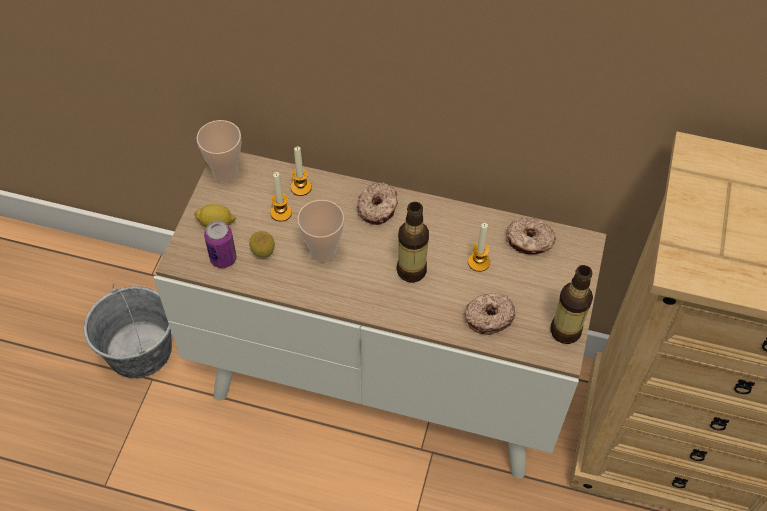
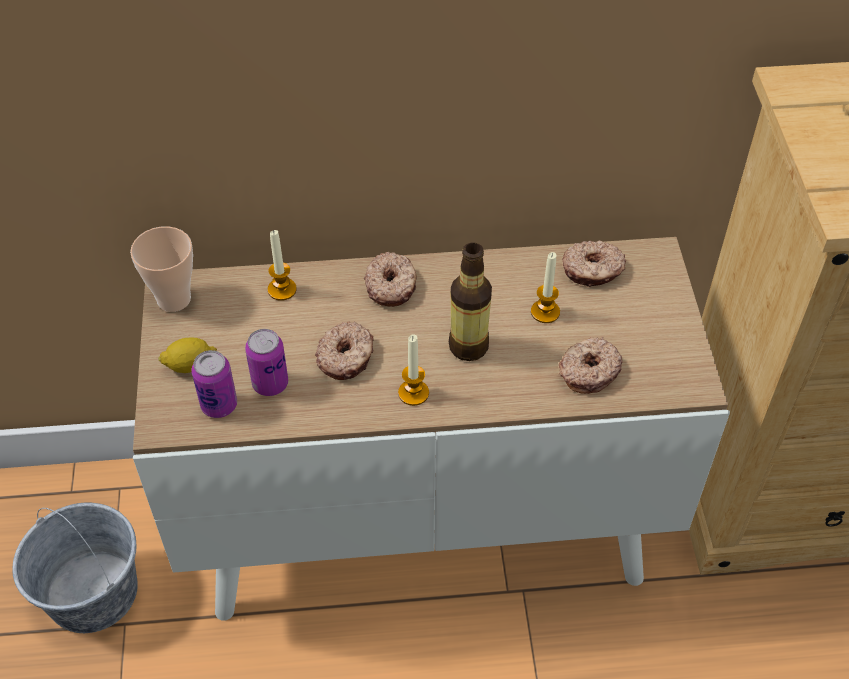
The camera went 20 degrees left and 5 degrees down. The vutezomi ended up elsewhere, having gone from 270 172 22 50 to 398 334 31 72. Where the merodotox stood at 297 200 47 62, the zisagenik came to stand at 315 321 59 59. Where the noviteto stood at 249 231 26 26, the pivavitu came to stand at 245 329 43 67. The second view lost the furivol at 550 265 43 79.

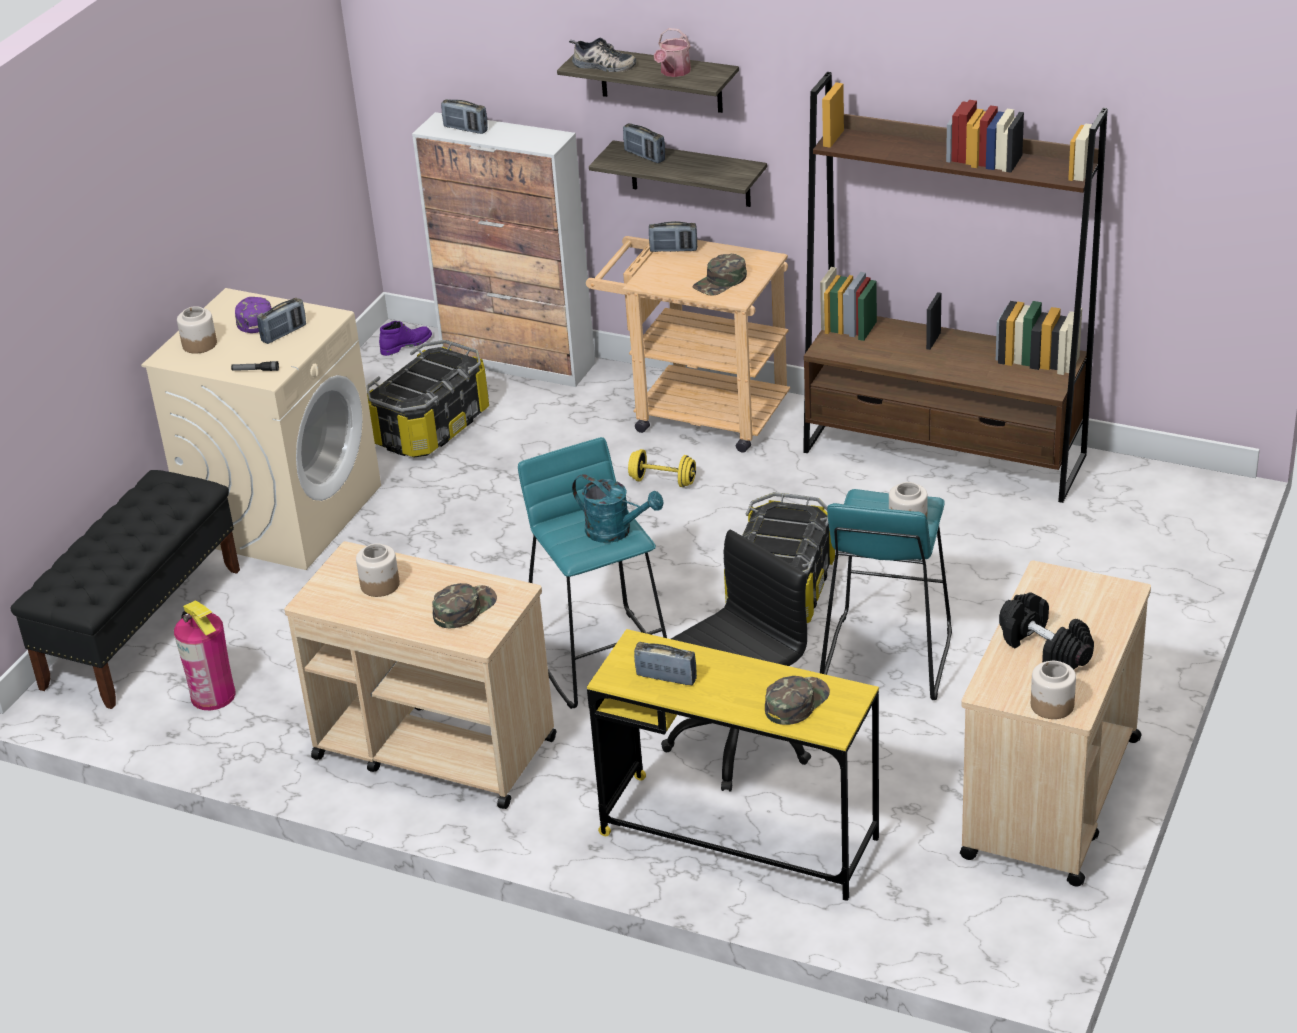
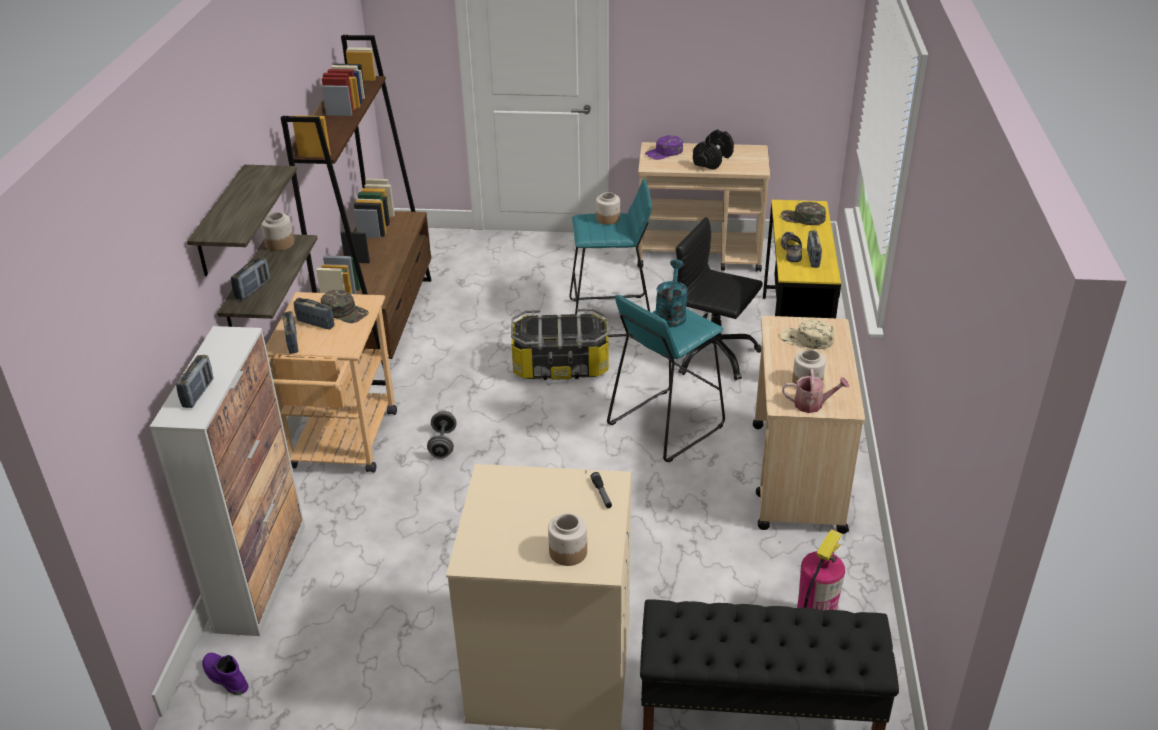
The camera went 110 degrees left and 0 degrees up. The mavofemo ended up elsewhere, having gone from 654 28 37 49 to 782 369 67 44. The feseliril ended up elsewhere, having gone from 569 38 67 34 to 781 232 21 30. The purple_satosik ended up elsewhere, having gone from 235 297 37 36 to 645 135 38 25. The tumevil ended up elsewhere, having gone from 257 298 49 46 to 294 298 41 32. The second view lost the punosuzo at 366 340 123 117. What was the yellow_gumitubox at 628 449 68 38 turned into the grey_gumitubox at 427 411 30 48. What was the green_satosik at 432 583 65 45 turned into the beige_satosik at 781 320 53 29. The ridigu ended up elsewhere, having gone from 1031 661 45 58 to 261 212 33 39.

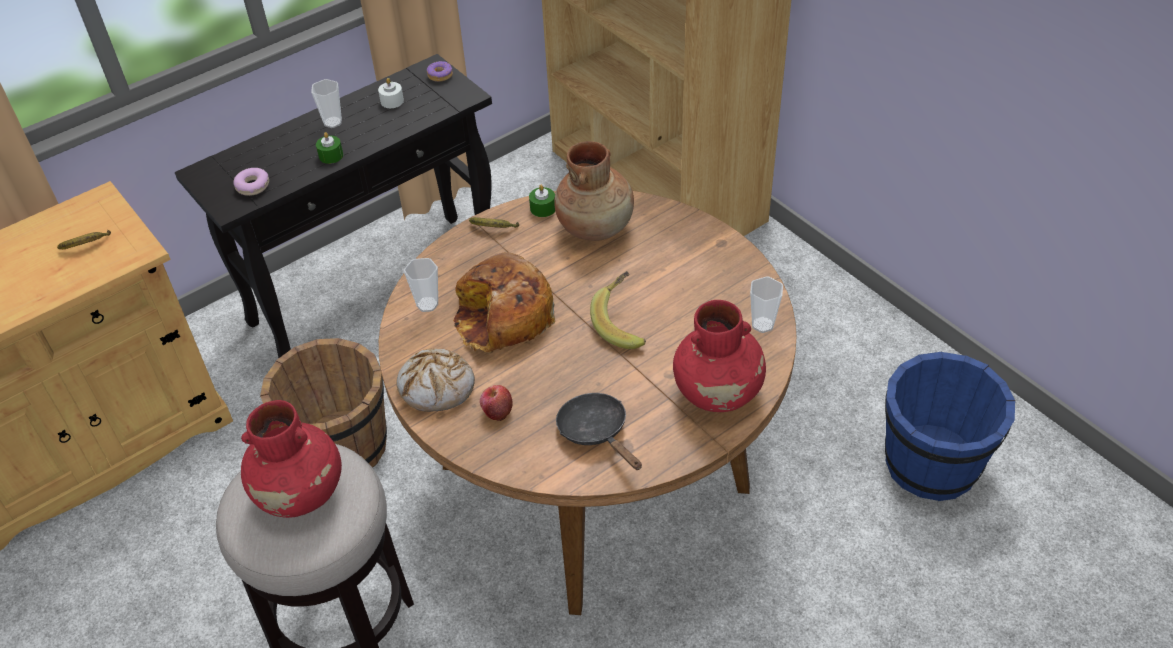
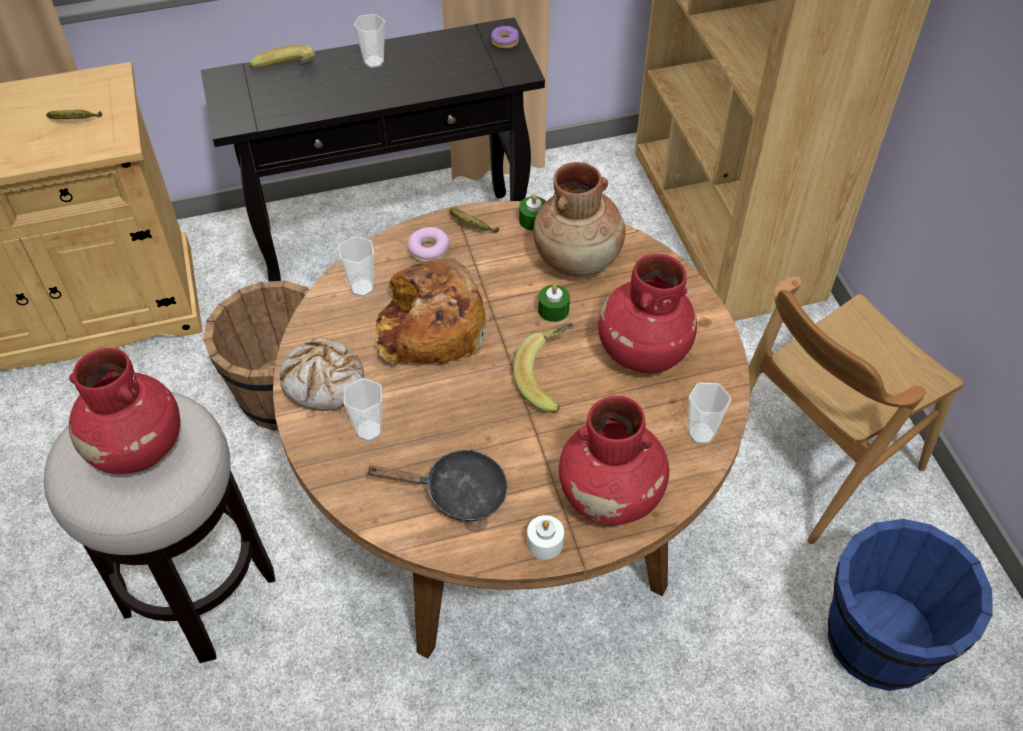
The camera went 20 degrees right and 5 degrees up. The white_vutezomi ended up elsewhere, having gone from 378 78 26 30 to 527 515 37 45. The green_vutezomi ended up elsewhere, having gone from 316 132 27 32 to 538 284 32 38. The zisagenik ended up elsewhere, having gone from 233 168 36 28 to 408 227 42 35. Where the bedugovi stood at 480 385 33 36, the merodotox came to stand at 344 378 38 64. The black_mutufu at 556 393 86 77 ended up facing another way, 105 degrees clockwise from before. The second view gained the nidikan at 249 45 66 23. The second view gained the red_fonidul at 598 254 99 119. The second view gained the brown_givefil at 748 276 216 268.

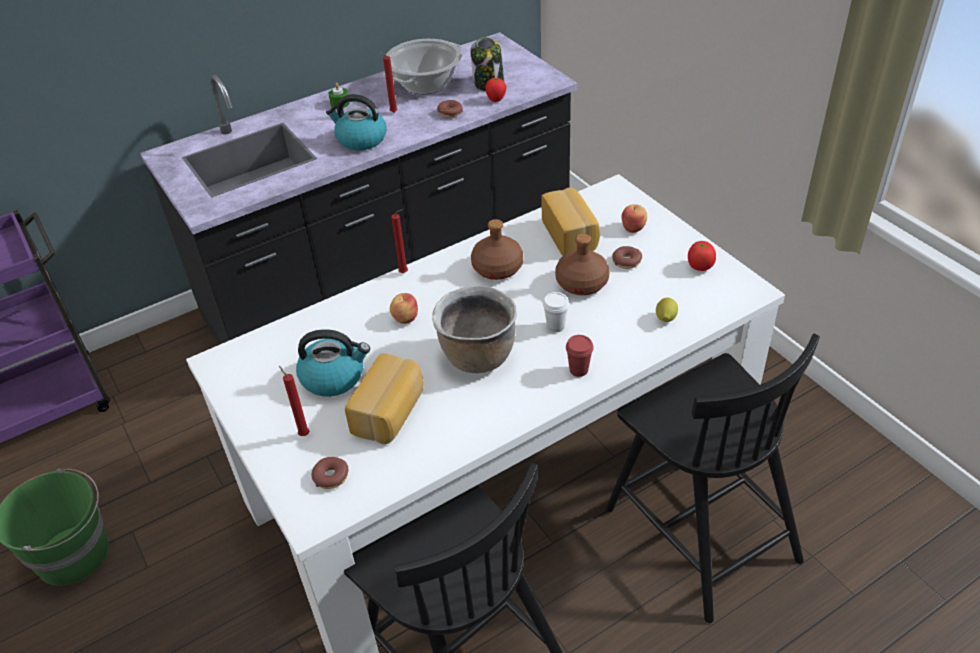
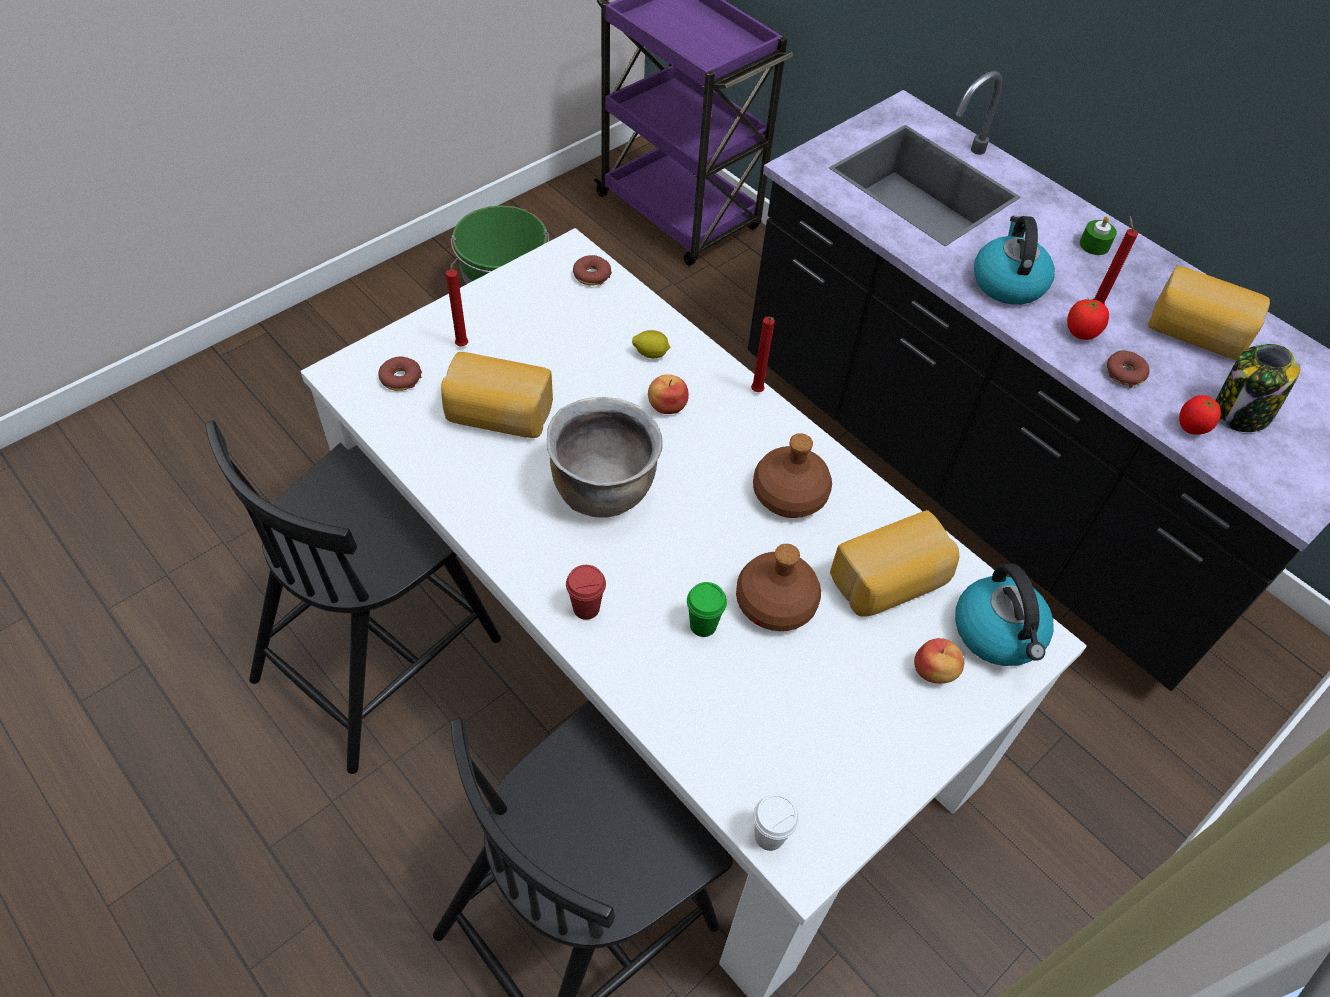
The camera went 75 degrees right and 10 degrees up. Where the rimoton stood at 383 39 79 55, the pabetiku came to stand at 1148 266 122 94. The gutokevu ended up elsewhere, having gone from 688 241 28 30 to 1067 298 42 42. The zisagenik ended up elsewhere, having gone from 612 246 30 23 to 573 255 39 31. The white_merodotox ended up elsewhere, having gone from 543 292 26 40 to 753 794 46 57. The noviteto ended up elsewhere, having gone from 656 298 22 24 to 632 330 38 28. The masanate ended up elsewhere, having gone from 296 329 74 68 to 955 563 99 103. The second view gained the green_merodotox at 687 582 40 55.

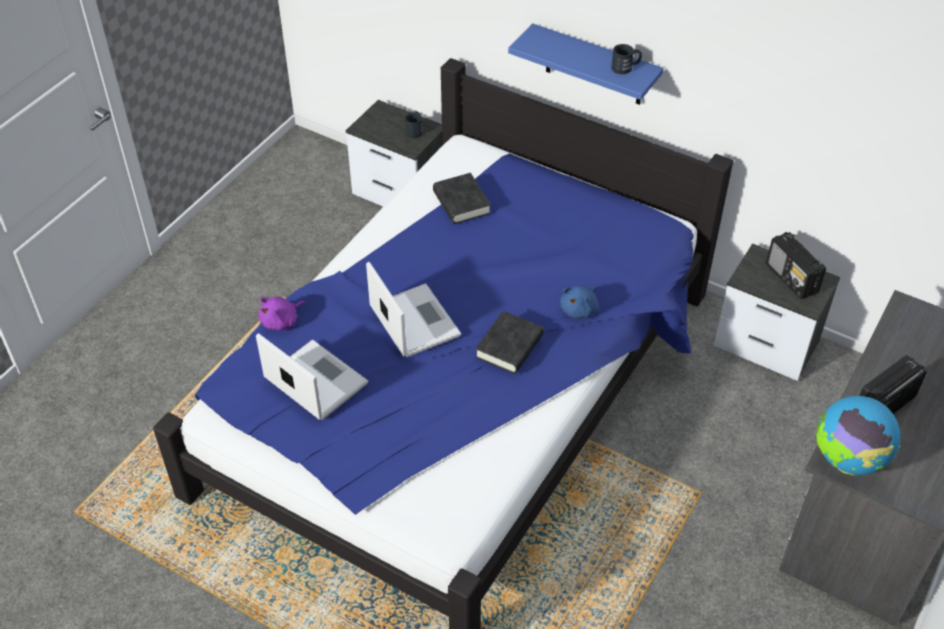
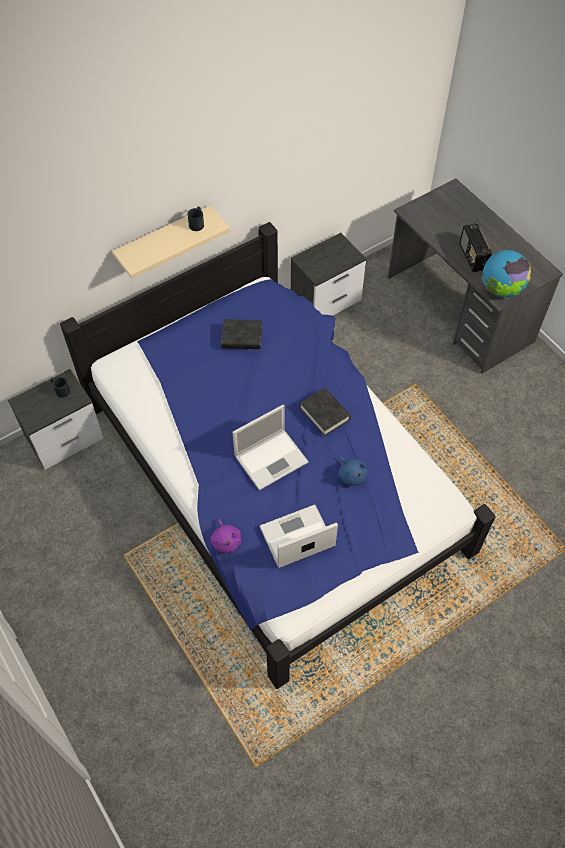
The camera went 65 degrees left and 10 degrees up. What was the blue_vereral at 508 23 156 82 turned into the beige_vereral at 112 206 118 73. The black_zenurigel ended up elsewhere, having gone from 433 173 58 51 to 221 319 41 30. The second view lost the tumevil at 766 232 60 67. The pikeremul at 366 262 95 95 ended up facing another way, 150 degrees clockwise from before. The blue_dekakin ended up elsewhere, having gone from 560 286 39 32 to 338 456 30 30.

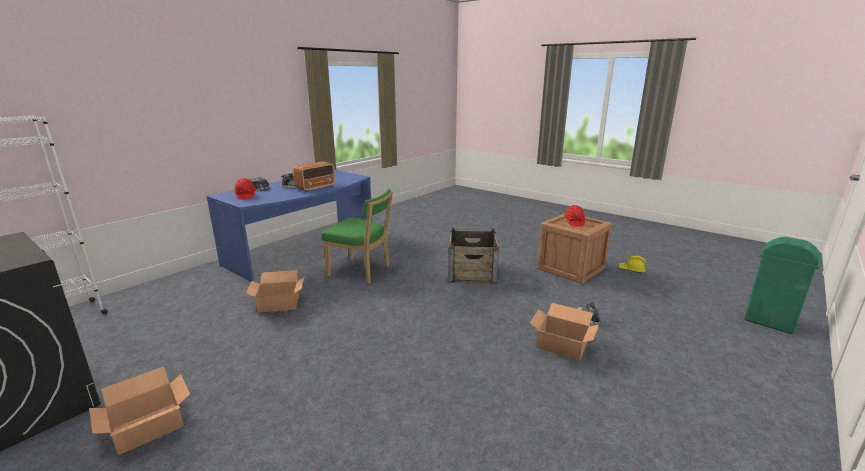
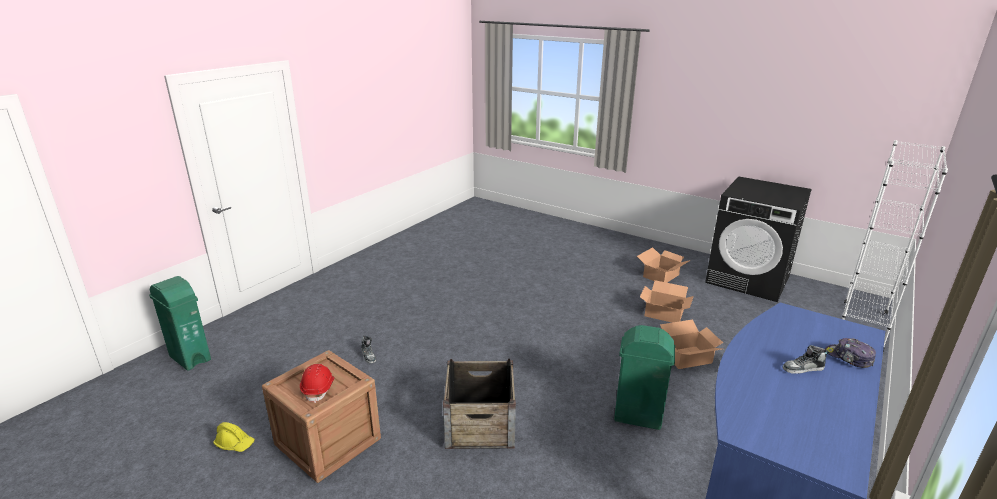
The camera went 175 degrees right and 5 degrees up. The second view lost the tumevil at 293 162 42 30. The second view lost the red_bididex at 234 178 22 22. Where the green_givefil stood at 322 188 71 96, the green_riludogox came to stand at 614 325 61 105. The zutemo ended up elsewhere, having gone from 530 303 69 58 to 640 280 54 43.

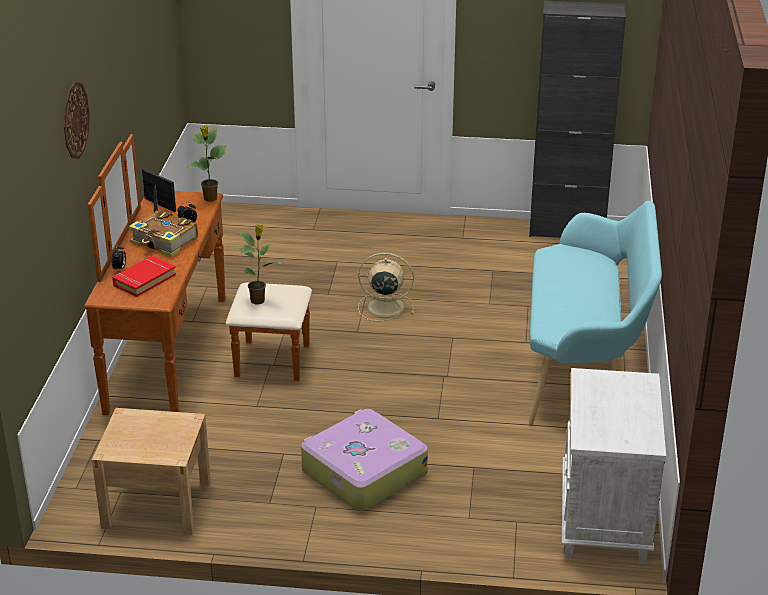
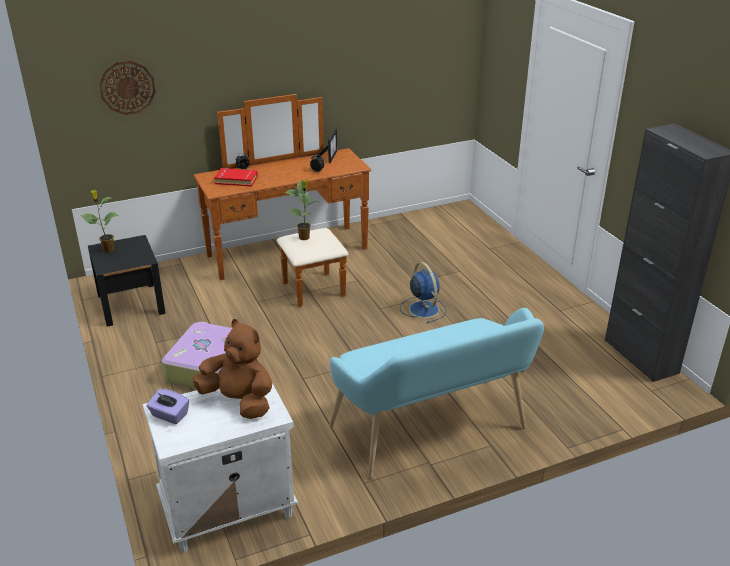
The camera went 60 degrees right and 0 degrees up. The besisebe ended up elsewhere, having gone from 64 81 26 78 to 99 61 57 54. The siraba ended up elsewhere, having gone from 188 126 39 76 to 81 190 38 63. The second view lost the zenurigel at 129 210 69 47. What was the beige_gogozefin at 358 252 56 70 turned into the blue_gogozefin at 400 262 47 62. What was the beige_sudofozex at 92 408 119 127 turned into the black_sudofozex at 88 235 78 92. The second view gained the brown_dekakin at 193 319 79 100. The second view gained the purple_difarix at 147 389 42 35.

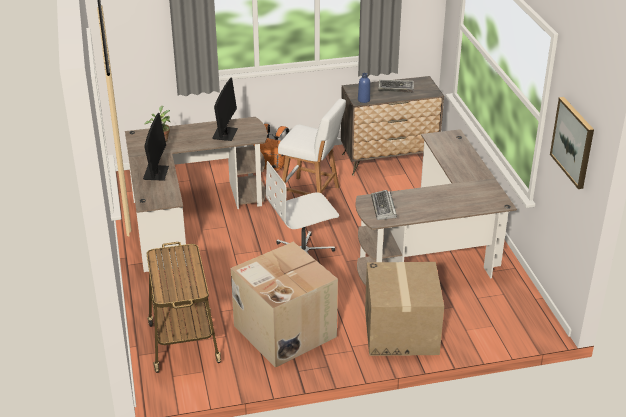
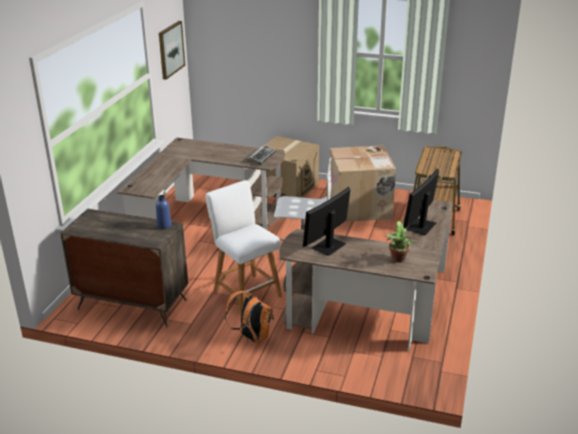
The camera went 150 degrees left and 5 degrees down. The second view lost the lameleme at 378 80 36 12.

